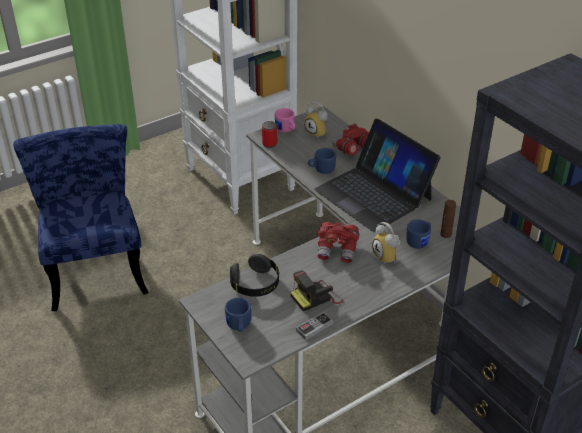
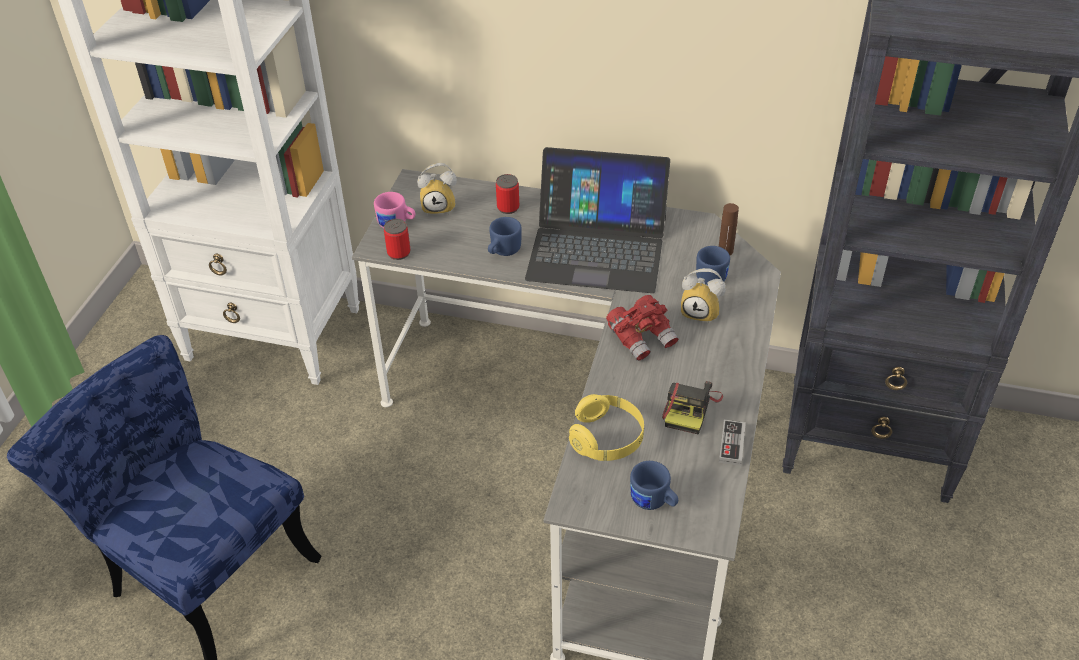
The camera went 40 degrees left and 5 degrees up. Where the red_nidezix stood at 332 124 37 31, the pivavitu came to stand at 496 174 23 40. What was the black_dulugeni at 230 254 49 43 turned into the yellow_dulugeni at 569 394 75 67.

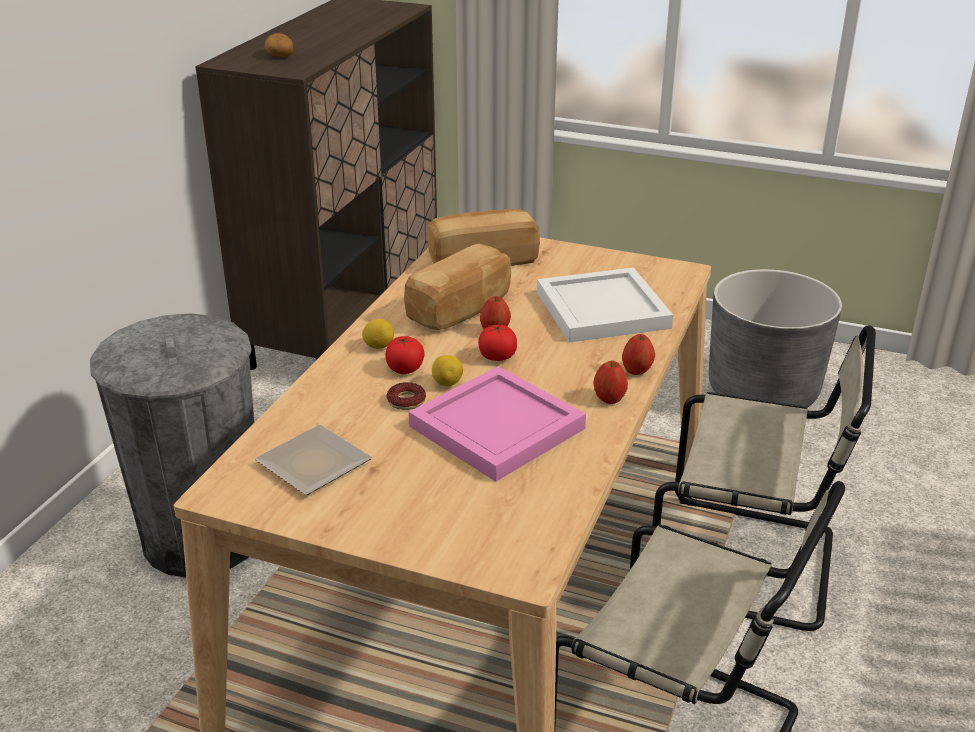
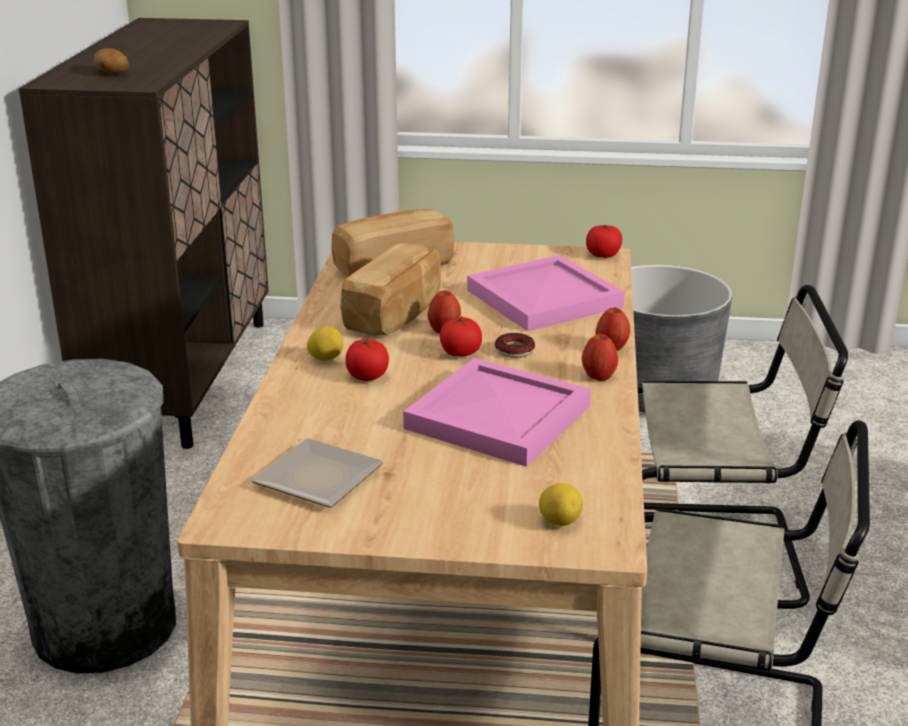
The camera went 15 degrees left and 5 degrees down. What was the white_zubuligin at 537 267 136 76 turned into the pink_zubuligin at 467 255 158 77. The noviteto ended up elsewhere, having gone from 432 355 31 31 to 539 483 44 43. The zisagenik ended up elsewhere, having gone from 387 382 39 28 to 495 333 40 25. The second view gained the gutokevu at 586 225 36 33.

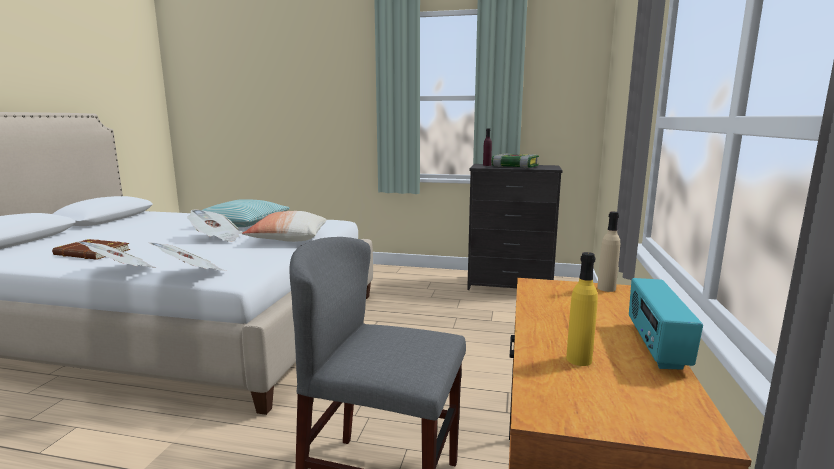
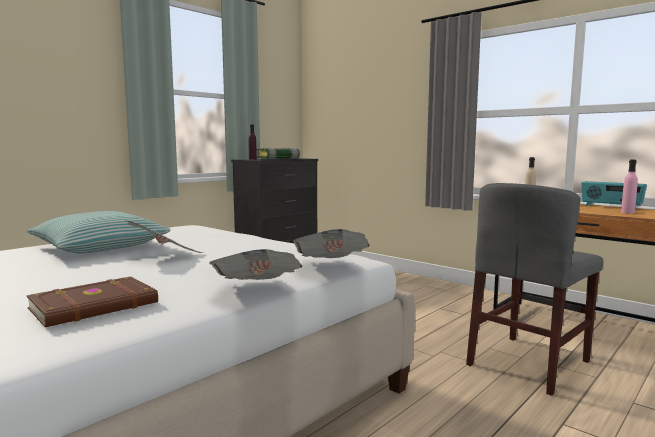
The camera went 60 degrees left and 5 degrees down. The second view lost the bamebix at 242 211 84 31. What was the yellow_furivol at 566 252 32 114 turned into the pink_furivol at 621 160 17 54.

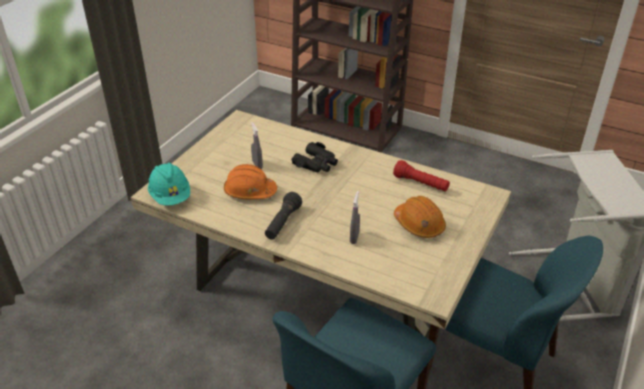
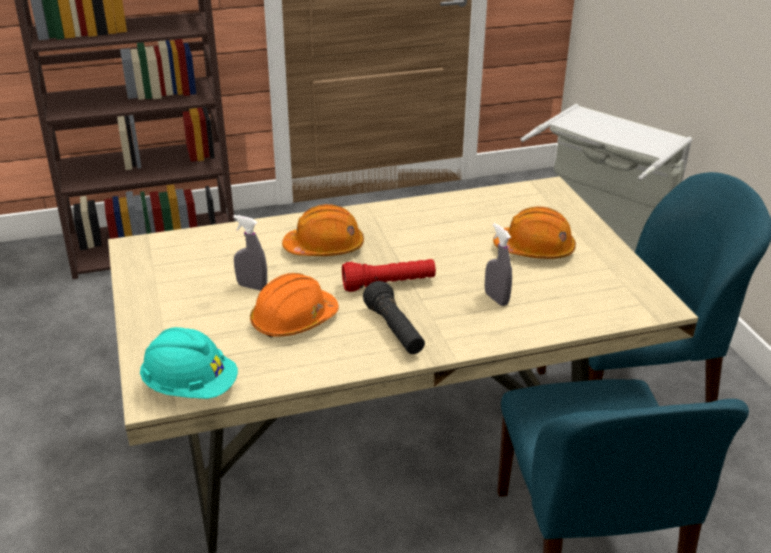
The camera went 45 degrees left and 5 degrees down. Where the black_nidezix stood at 291 142 47 31, the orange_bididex came to stand at 282 204 82 52. The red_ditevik ended up elsewhere, having gone from 393 160 57 32 to 342 259 94 33.

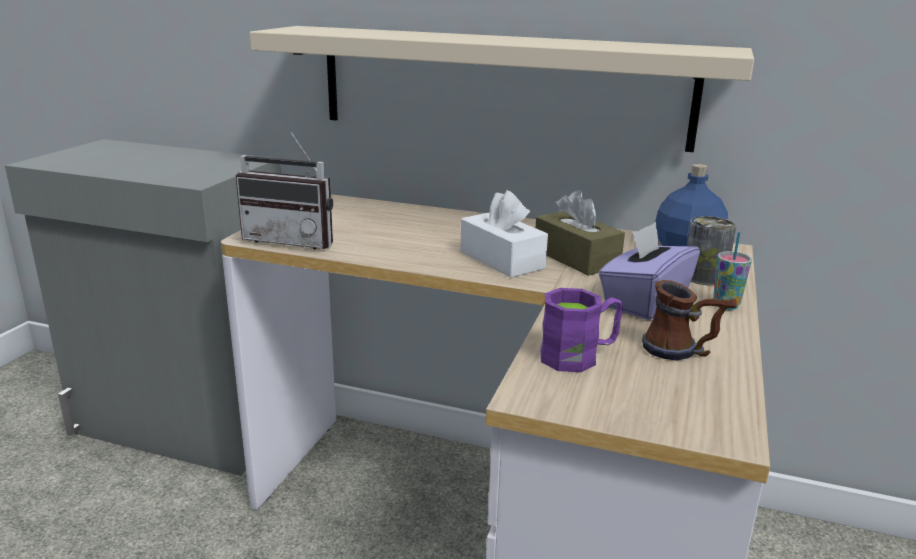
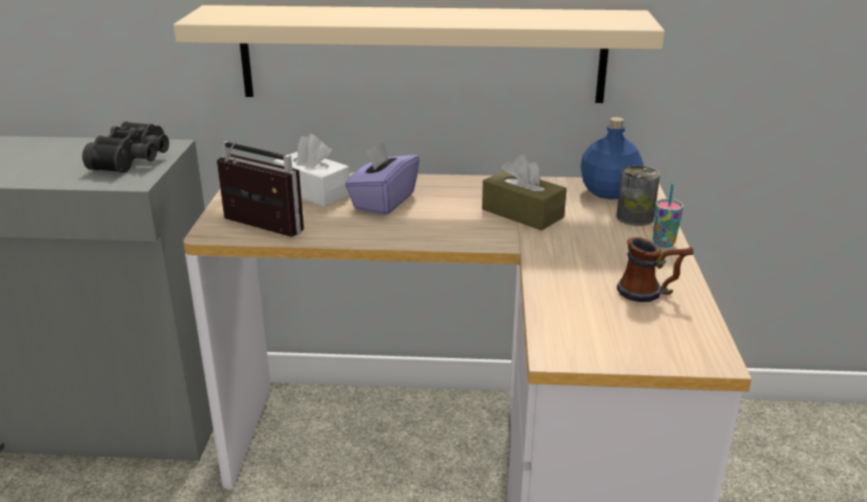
The camera went 15 degrees left and 5 degrees up. The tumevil at 236 127 97 122 ended up facing another way, 150 degrees counterclockwise from before. The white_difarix ended up elsewhere, having gone from 460 190 88 88 to 273 134 77 73. The purple_difarix ended up elsewhere, having gone from 599 222 101 98 to 345 140 75 75. The second view lost the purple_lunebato at 540 288 83 84. The second view gained the black_nidezix at 82 121 87 52.

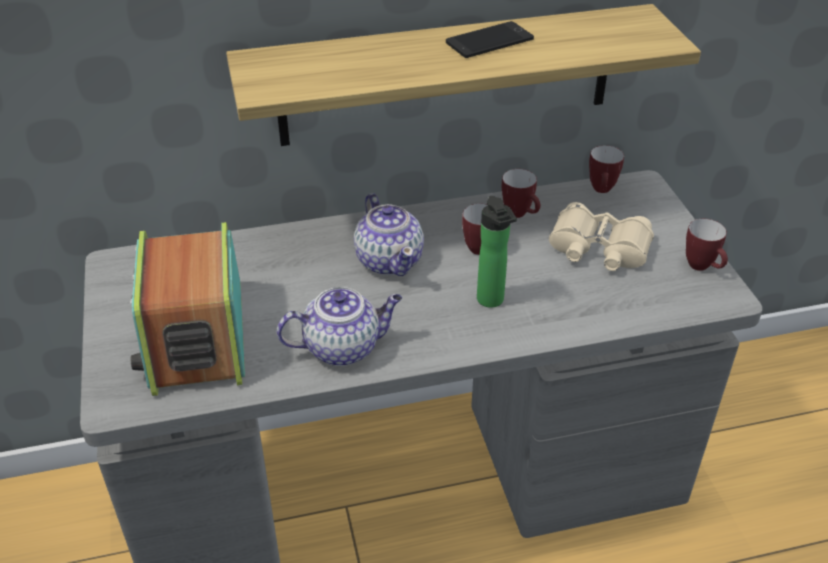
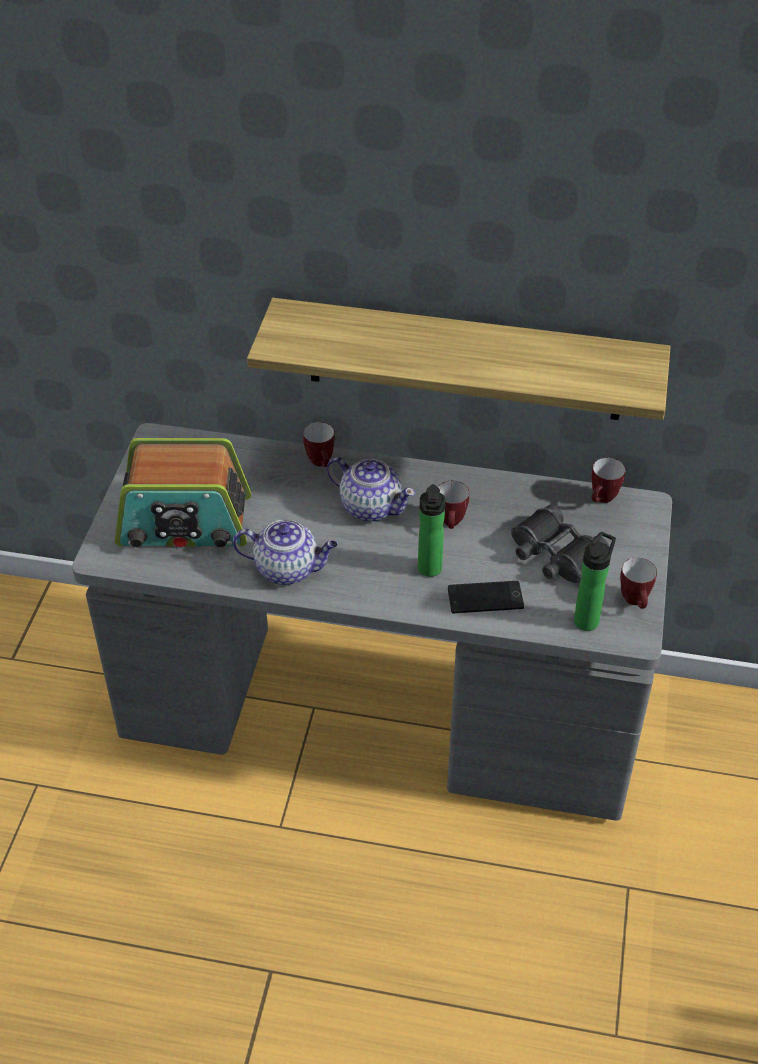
The camera went 25 degrees right and 5 degrees up. The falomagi ended up elsewhere, having gone from 446 21 88 37 to 448 581 76 33. The lunebato ended up elsewhere, having gone from 502 169 38 49 to 303 422 32 45. The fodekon at 354 193 70 83 ended up facing another way, 60 degrees counterclockwise from before. What was the beige_nidezix at 549 202 105 69 turned into the black_nidezix at 511 505 99 78. The tumevil at 130 222 115 174 ended up facing another way, 105 degrees counterclockwise from before. The second view gained the furivol at 574 532 42 99.

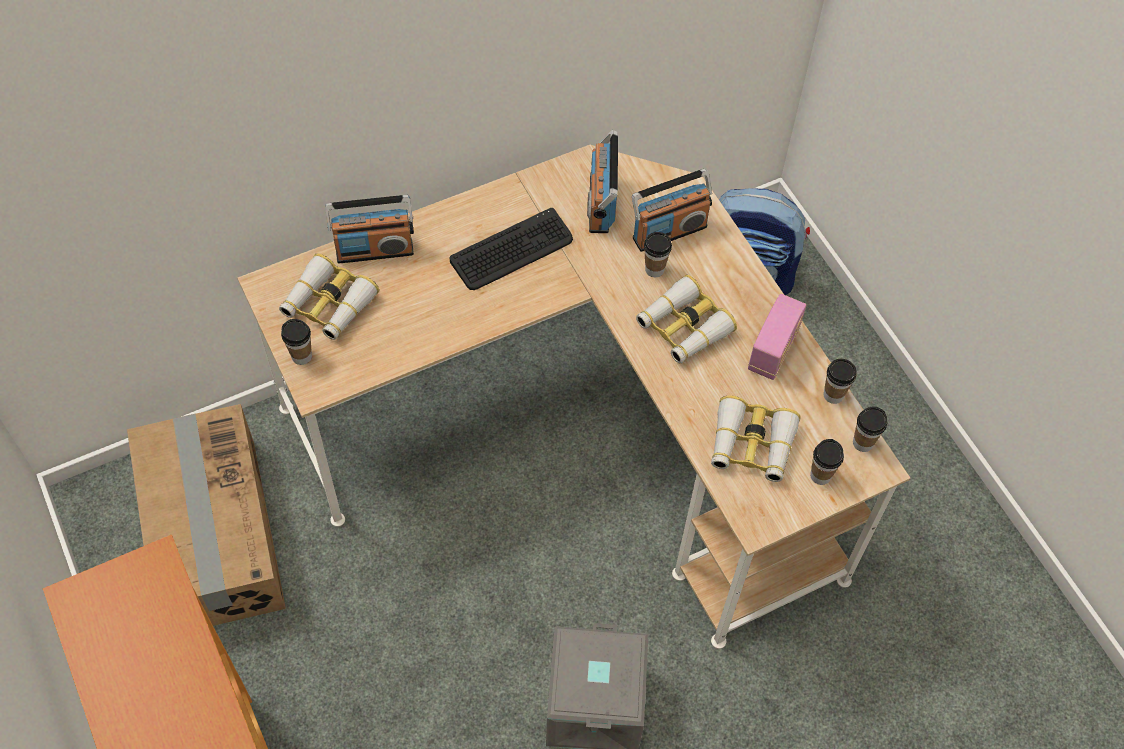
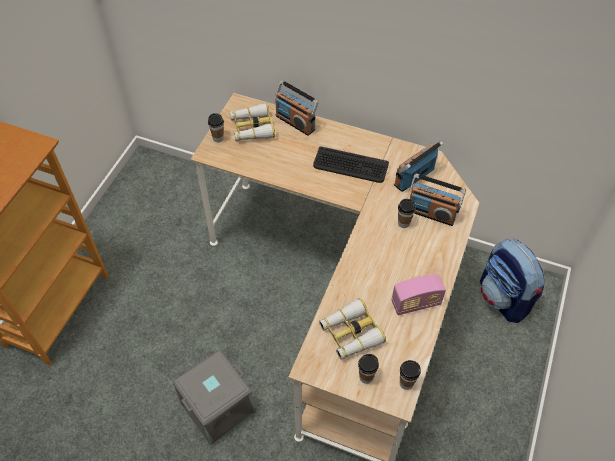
The camera went 50 degrees right and 5 degrees down. The second view lost the nidezix at 636 275 101 88. The second view lost the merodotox at 824 359 32 45. The second view lost the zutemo at 127 404 159 222.

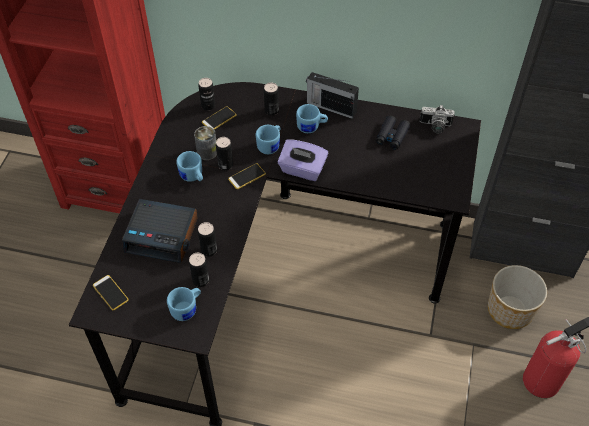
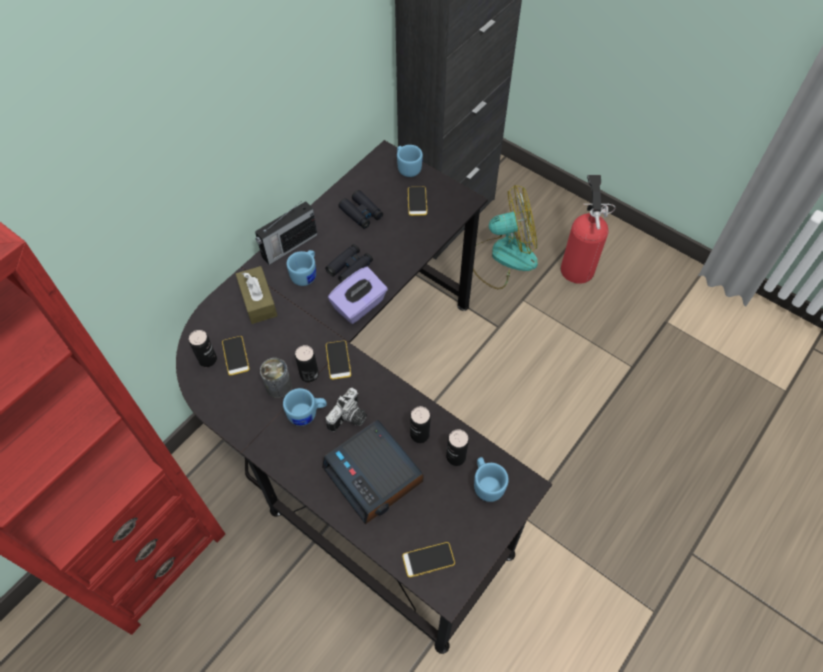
The camera went 65 degrees left and 5 degrees up. Where the pivavitu stood at 264 83 15 33, the brown_difarix came to stand at 236 266 42 58. The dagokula ended up elsewhere, having gone from 419 105 36 29 to 326 388 41 44. The blue_lunebato ended up elsewhere, having gone from 256 125 24 29 to 397 145 26 32. The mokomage at 122 199 76 64 ended up facing another way, 105 degrees clockwise from before. Where the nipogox stood at 488 265 59 64, the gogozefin came to stand at 473 185 65 104. The second view gained the falomagi at 408 187 19 29. The second view gained the black_nidezix at 325 244 48 38.

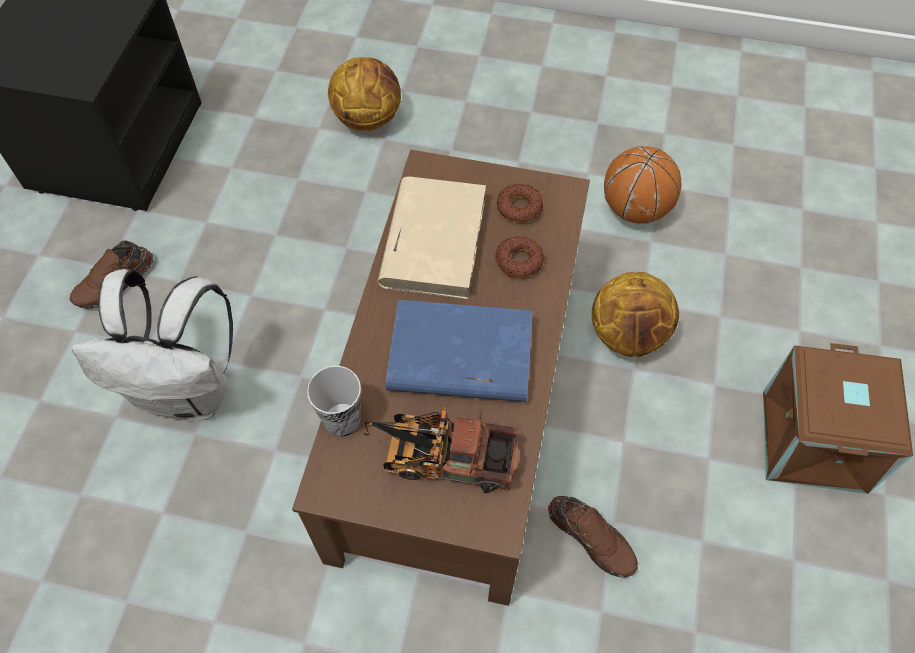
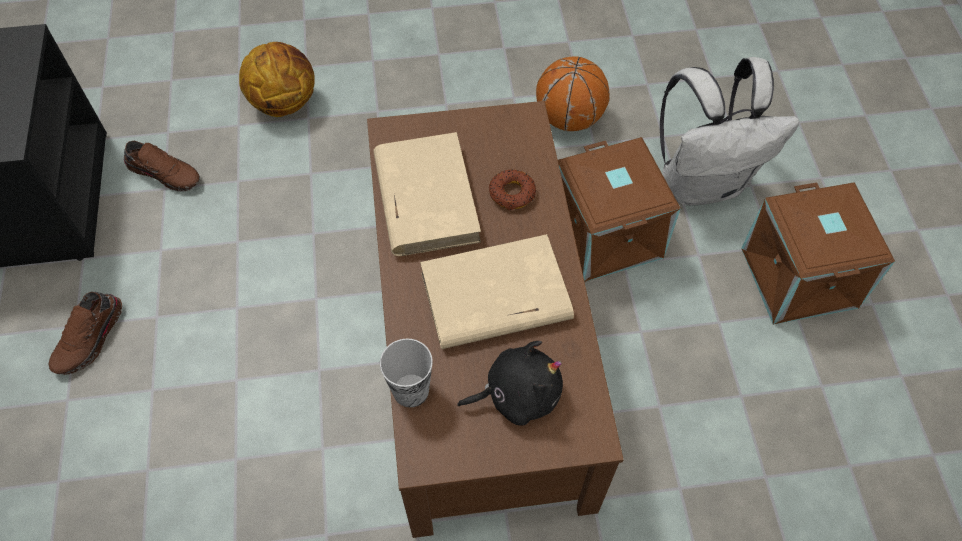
The camera went 20 degrees left and 0 degrees up. The second view lost the zisagenik at 497 184 46 39. The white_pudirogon ended up elsewhere, having gone from 72 269 161 151 to 660 57 139 149. Where the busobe stood at 592 272 87 85, the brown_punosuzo came to stand at 558 137 123 145. What was the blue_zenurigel at 386 300 147 102 turned into the beige_zenurigel at 420 234 154 115. Where the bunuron stood at 364 406 156 87, the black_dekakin came to stand at 457 341 106 85. The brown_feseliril ended up elsewhere, having gone from 548 496 90 82 to 124 141 76 51.

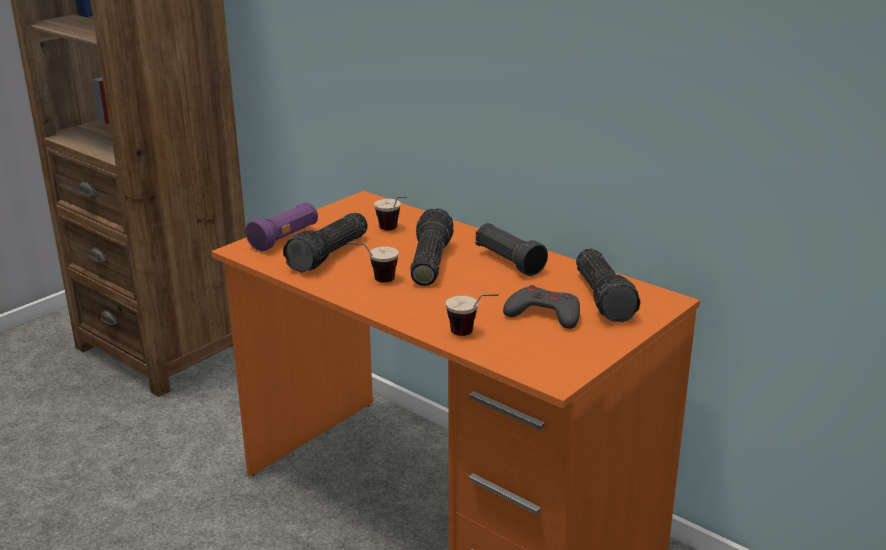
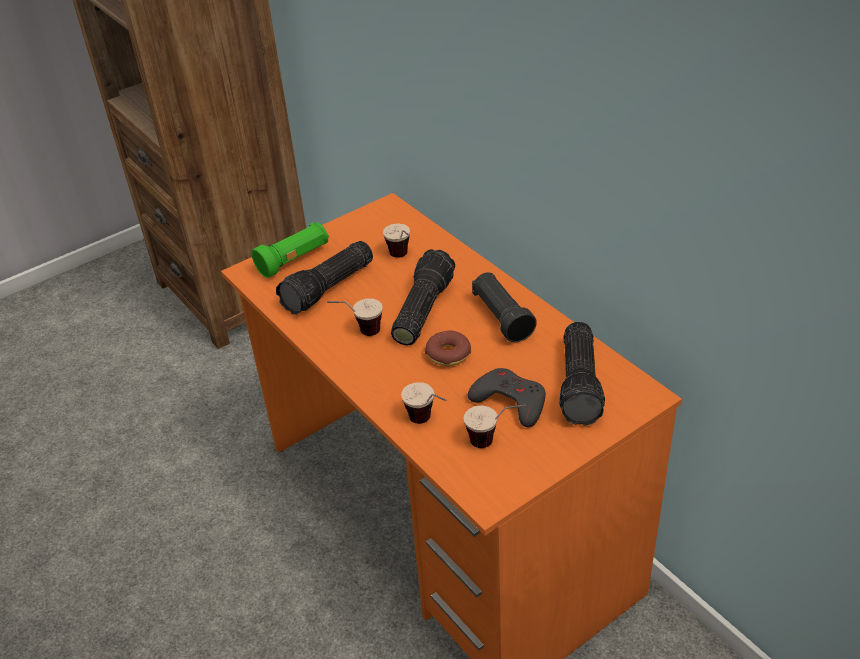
The camera went 15 degrees right and 15 degrees up. What was the purple_ditevik at 246 202 72 50 turned into the green_ditevik at 252 222 77 56. The second view gained the zisagenik at 425 330 46 36. The second view gained the merodotox at 464 404 62 44.

